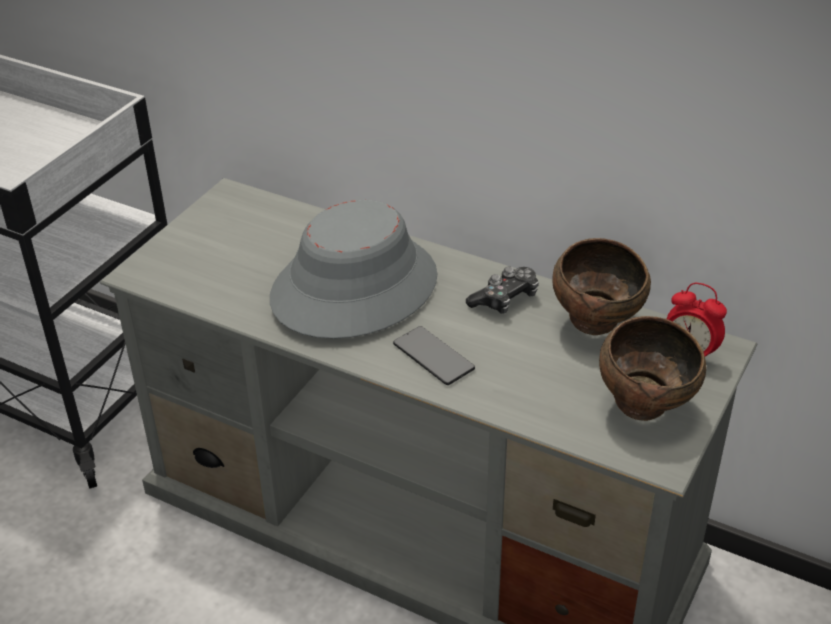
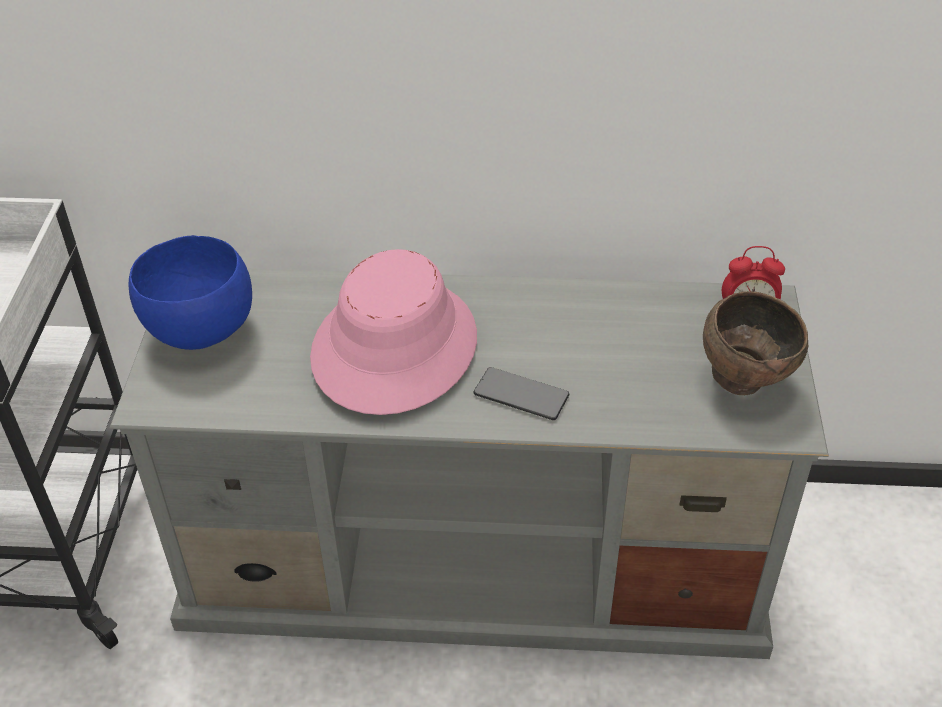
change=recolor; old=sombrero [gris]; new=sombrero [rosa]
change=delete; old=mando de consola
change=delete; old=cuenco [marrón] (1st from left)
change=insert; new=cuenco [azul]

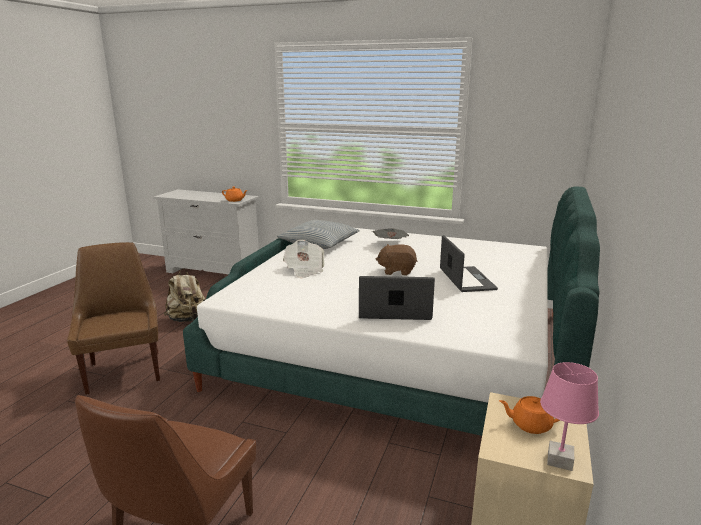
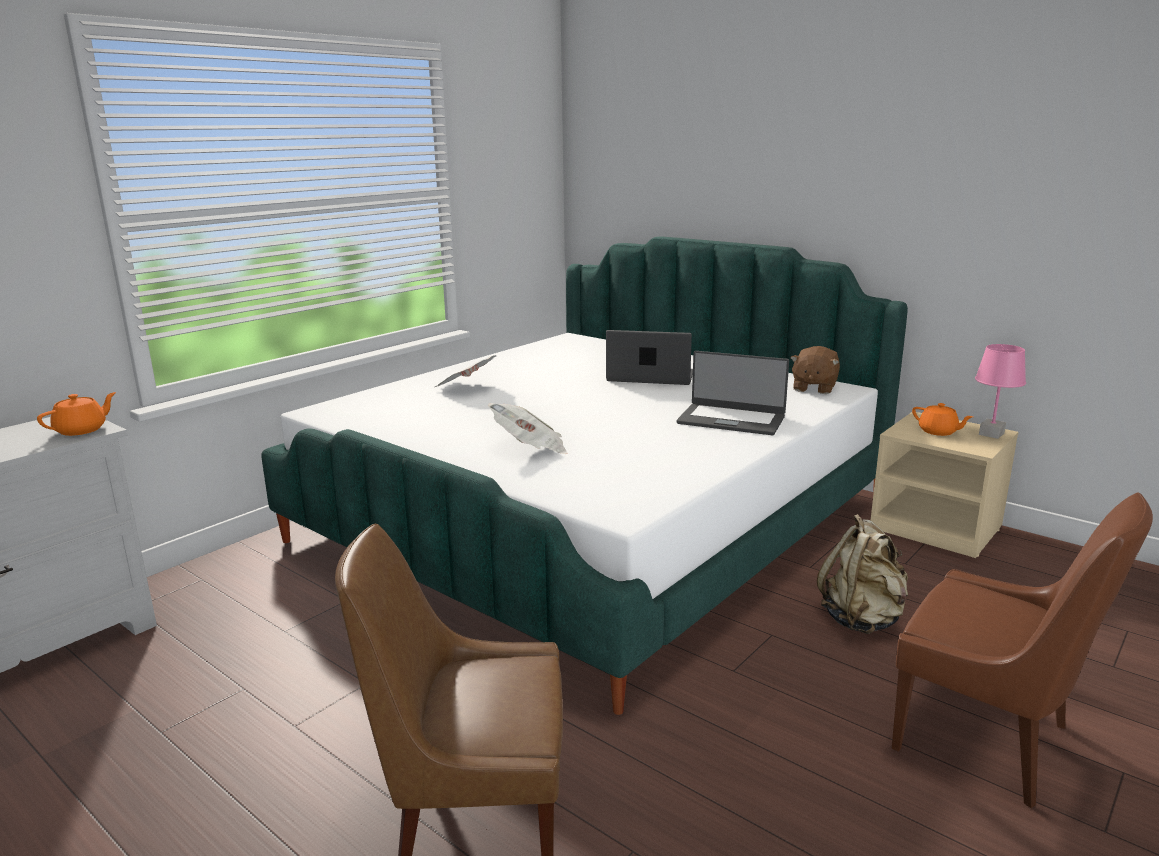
change=move; old=mochila [beis]
change=delete; old=cojín
change=rotate; old=portátil (1st from left in the first image); degrees=-90
change=move; old=peluche [marrón]
change=rotate; old=tetera [naranja] (2nd from left); degrees=-75

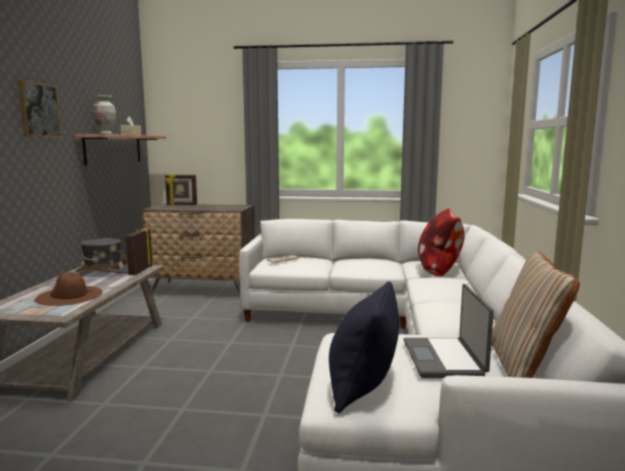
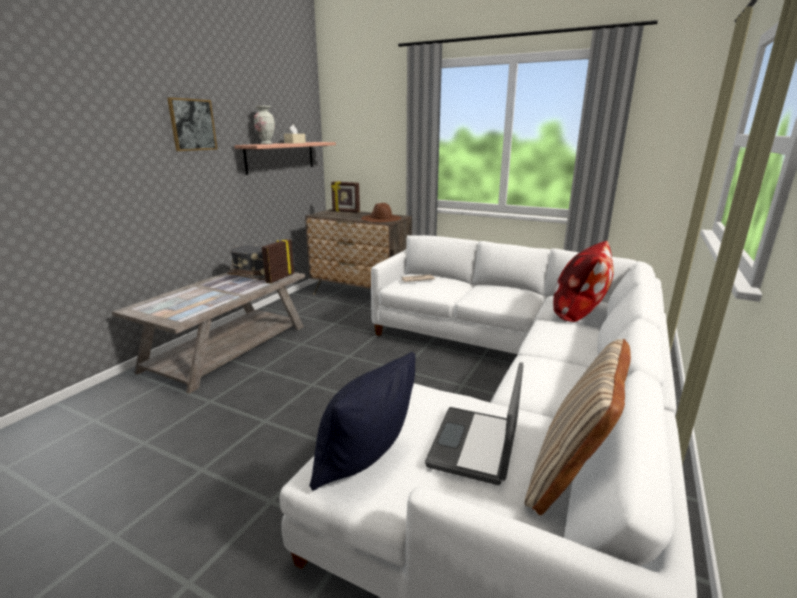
change=move; old=sombrero [marrón]

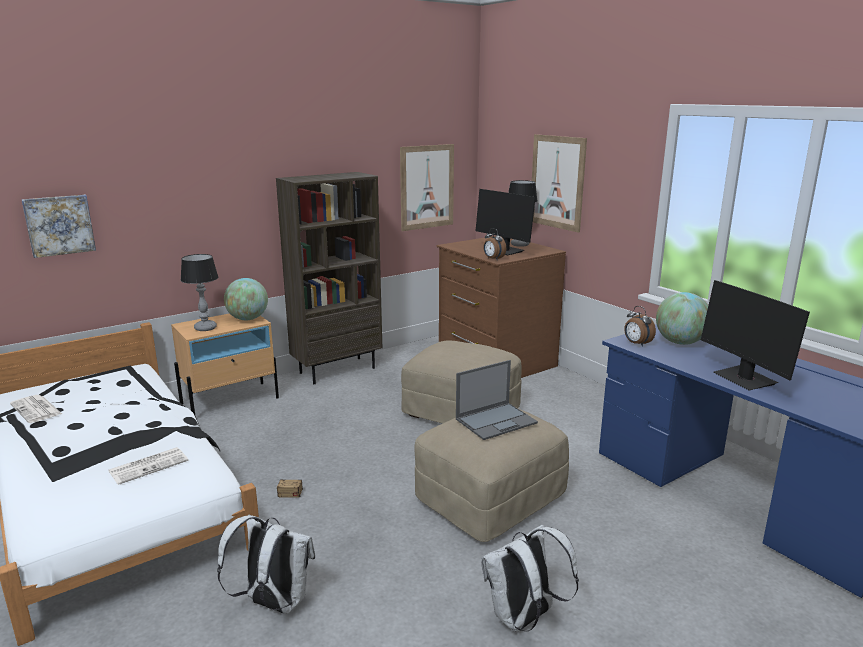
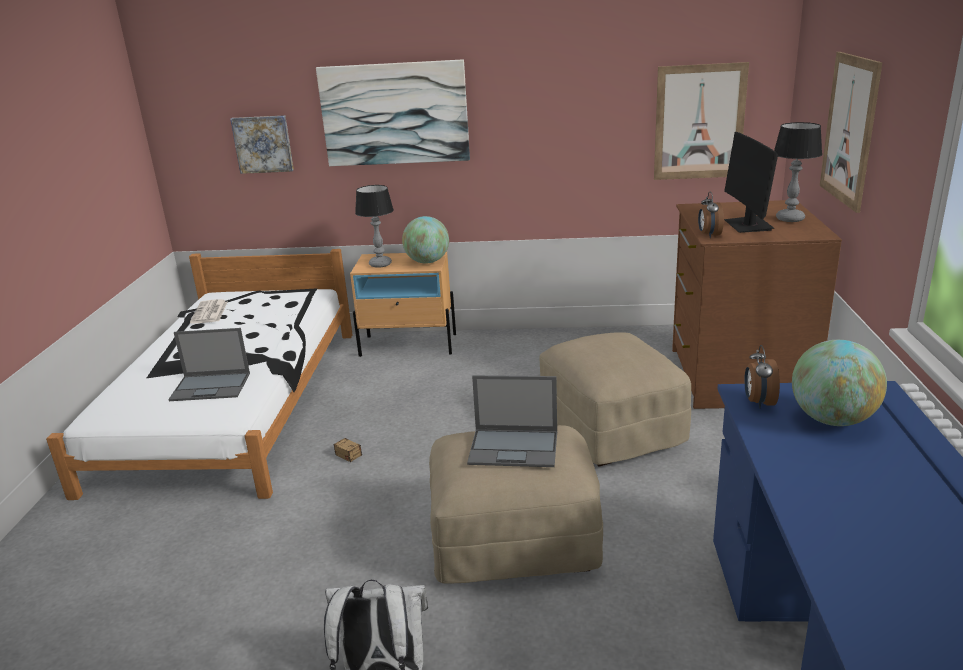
change=replace; old=periódico (2nd from left); new=portátil (1st from left)
change=delete; old=mochila [blanco] (1st from left)
change=delete; old=estantería [marrón]
change=delete; old=monitor (2nd from left)
change=insert; new=cuadro (2nd from left)

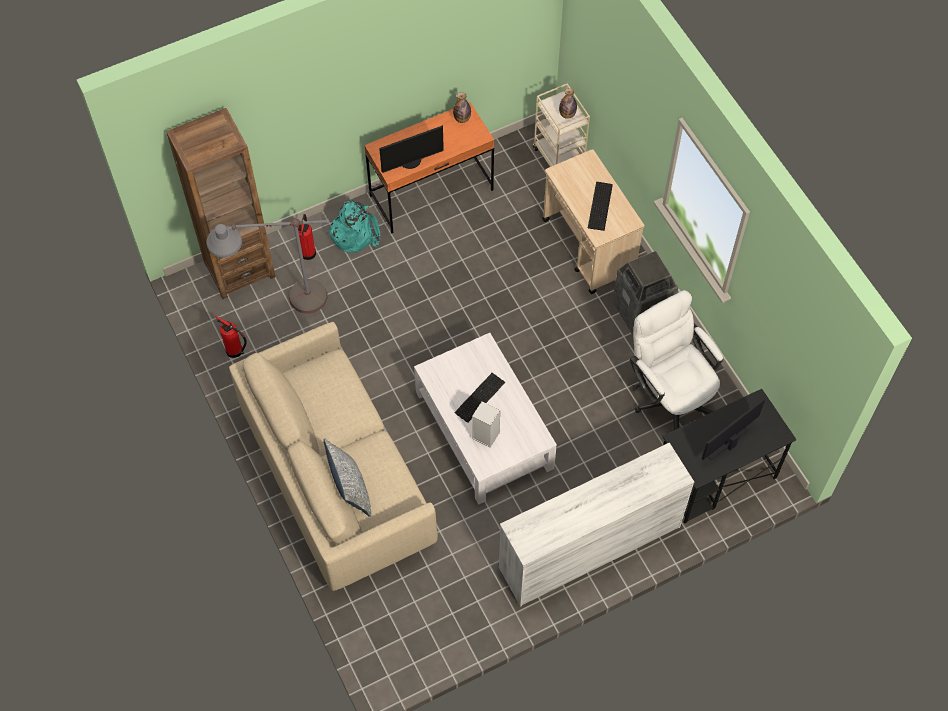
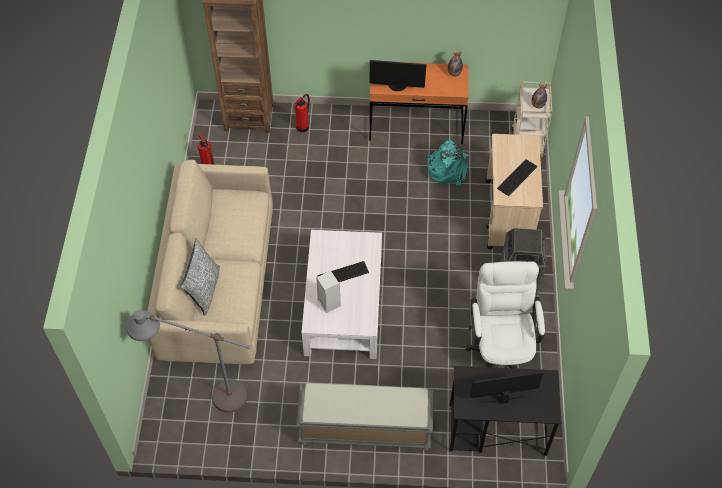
change=move; old=lámpara de pie [gris]
change=move; old=mochila [turquesa]
change=replace; old=cómoda [blanco]; new=banco [gris]

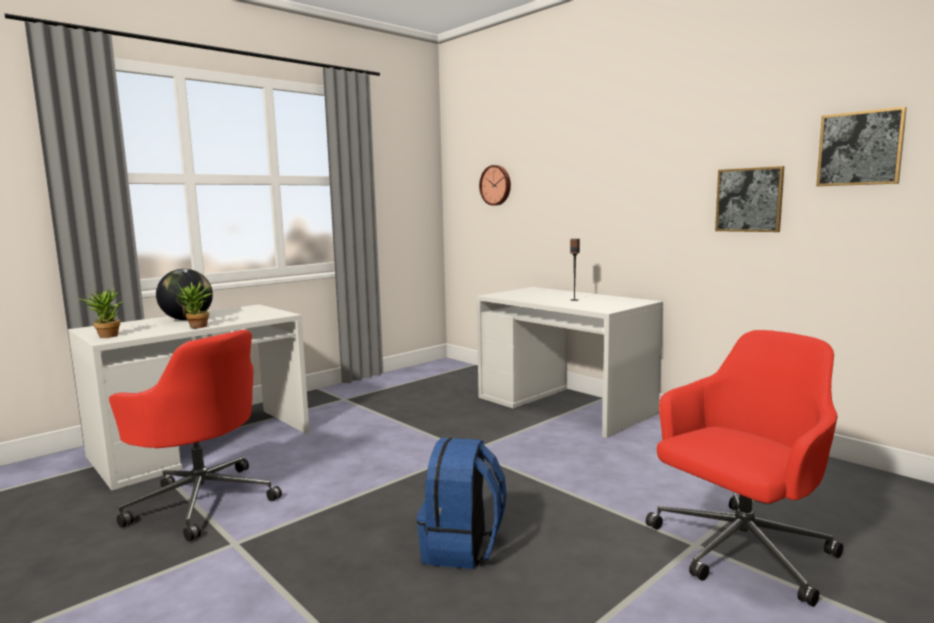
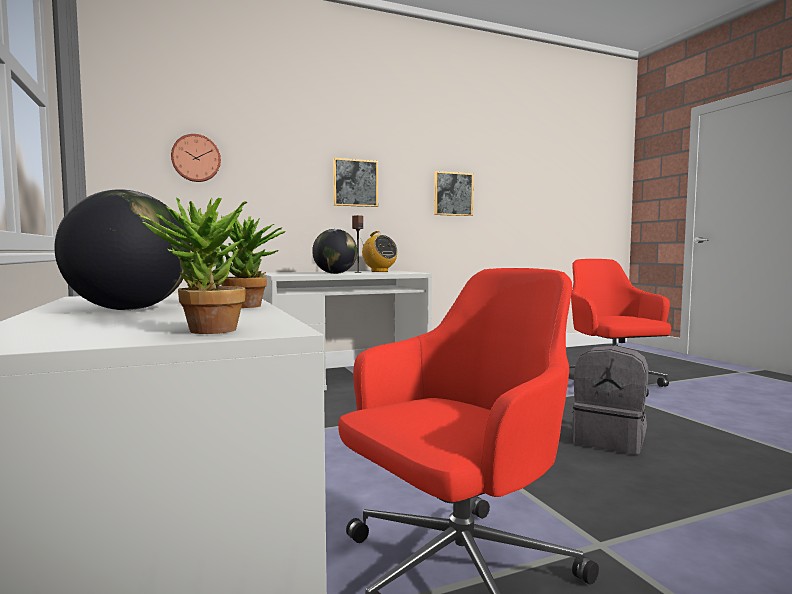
change=recolor; old=mochila [azul]; new=mochila [gris]
change=move; old=cuadro (2nd from left in the first image); new=cuadro (1st from left)
change=insert; new=globo terráqueo (2nd from left)
change=insert; new=radio

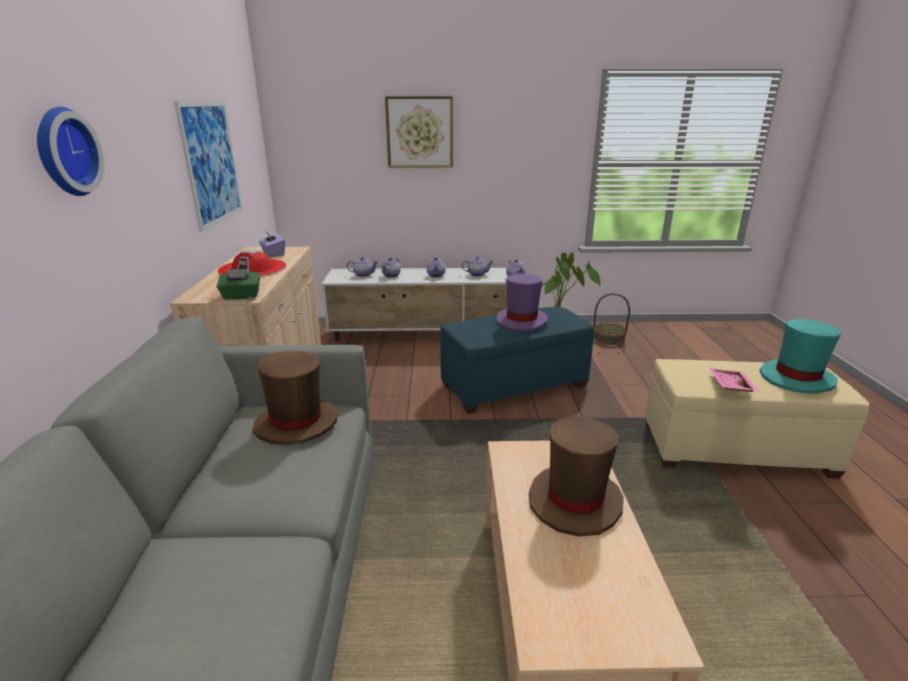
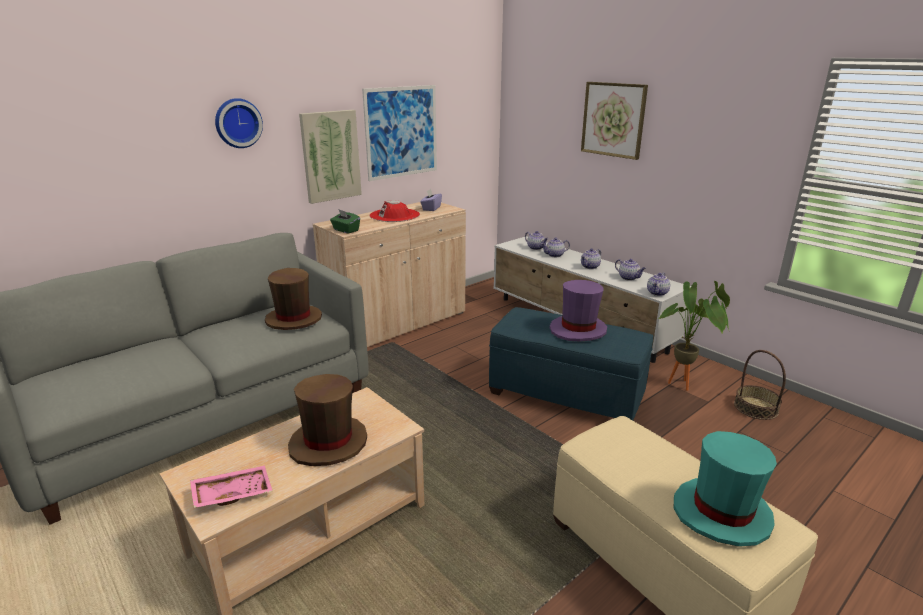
change=move; old=bandeja [rosa]
change=insert; new=cuadro (1st from left)

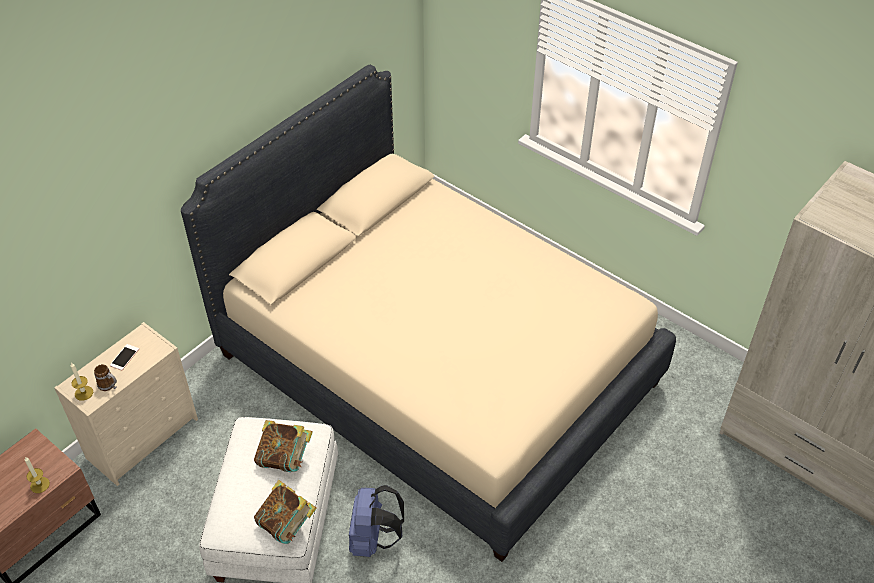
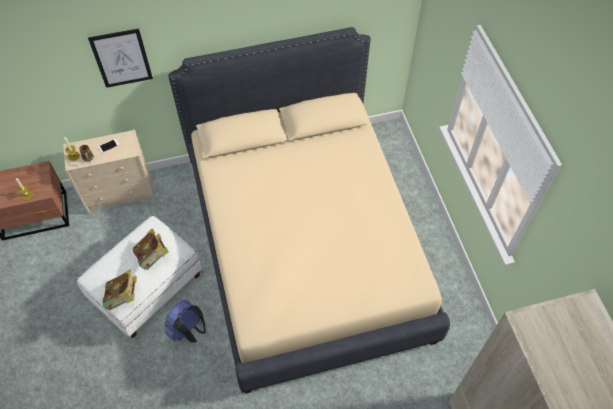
change=insert; new=cuadro

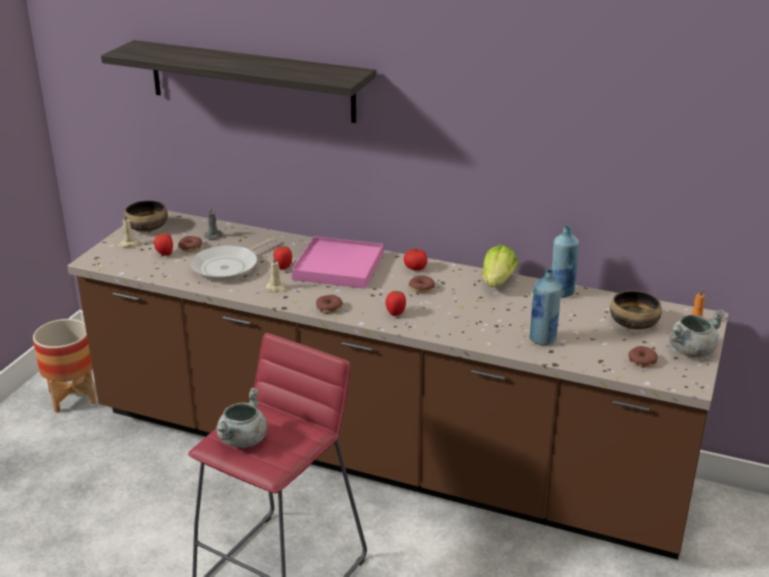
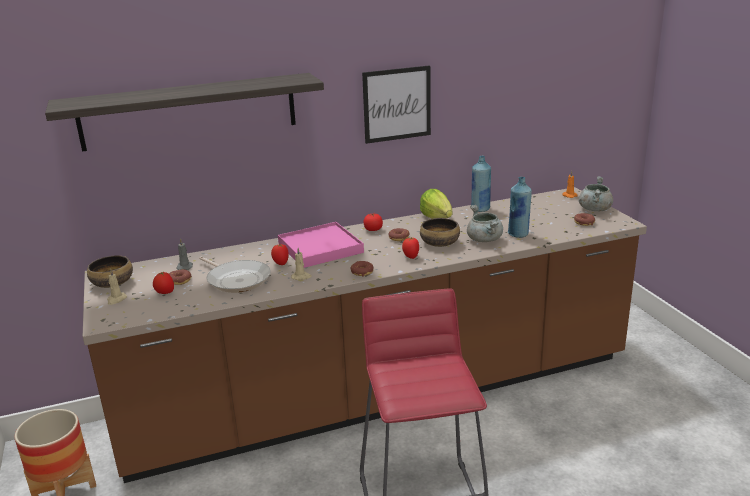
change=rotate; old=sartén; degrees=-45
change=move; old=olla [gris] (1st from left)
change=move; old=cuenco (2nd from left)
change=insert; new=cuadro

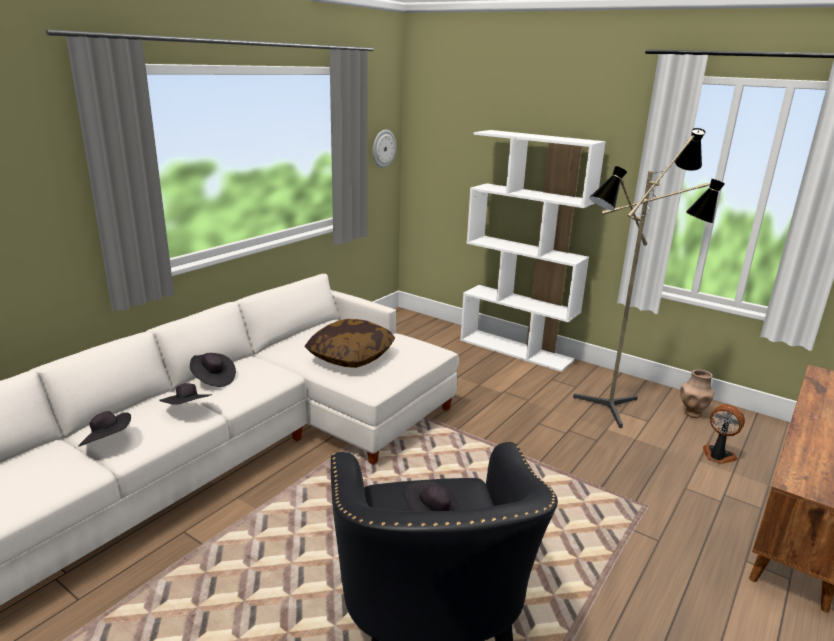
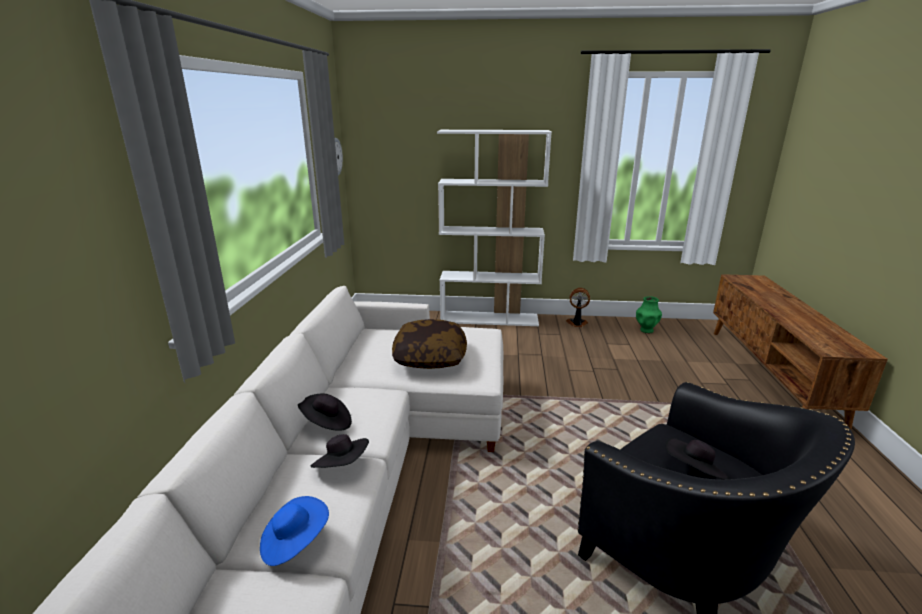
change=recolor; old=sombrero [negro] (1st from left); new=sombrero [azul]
change=delete; old=lámpara de pie
change=recolor; old=florero [marrón]; new=florero [verde]
change=move; old=ventilador

